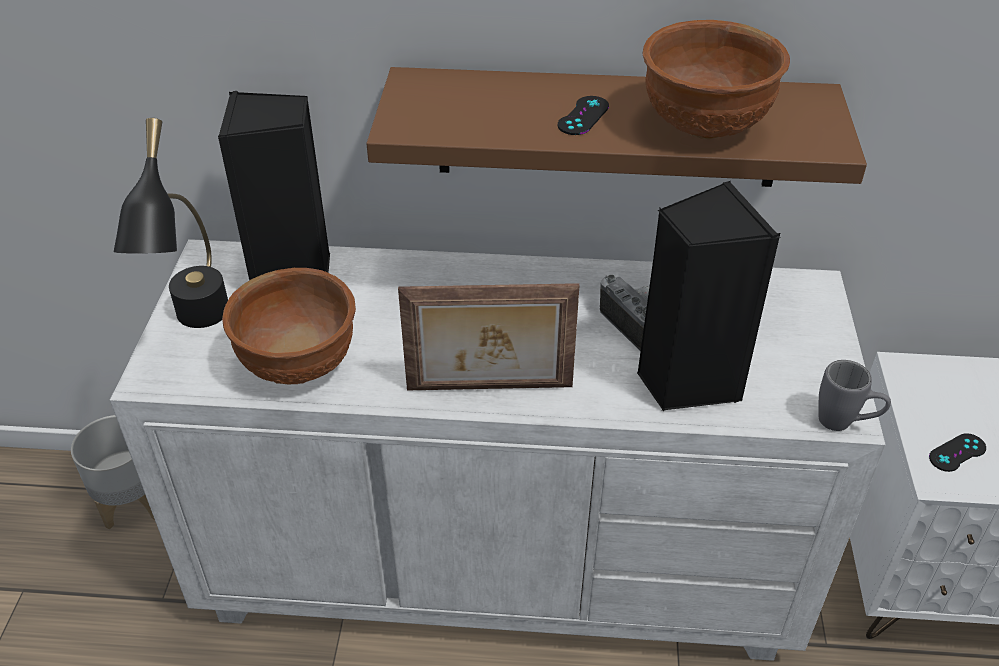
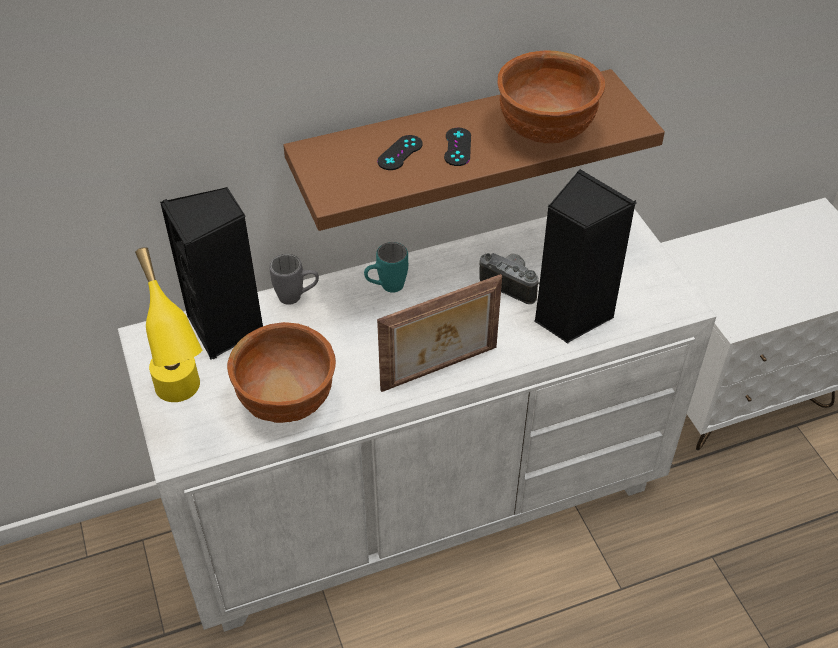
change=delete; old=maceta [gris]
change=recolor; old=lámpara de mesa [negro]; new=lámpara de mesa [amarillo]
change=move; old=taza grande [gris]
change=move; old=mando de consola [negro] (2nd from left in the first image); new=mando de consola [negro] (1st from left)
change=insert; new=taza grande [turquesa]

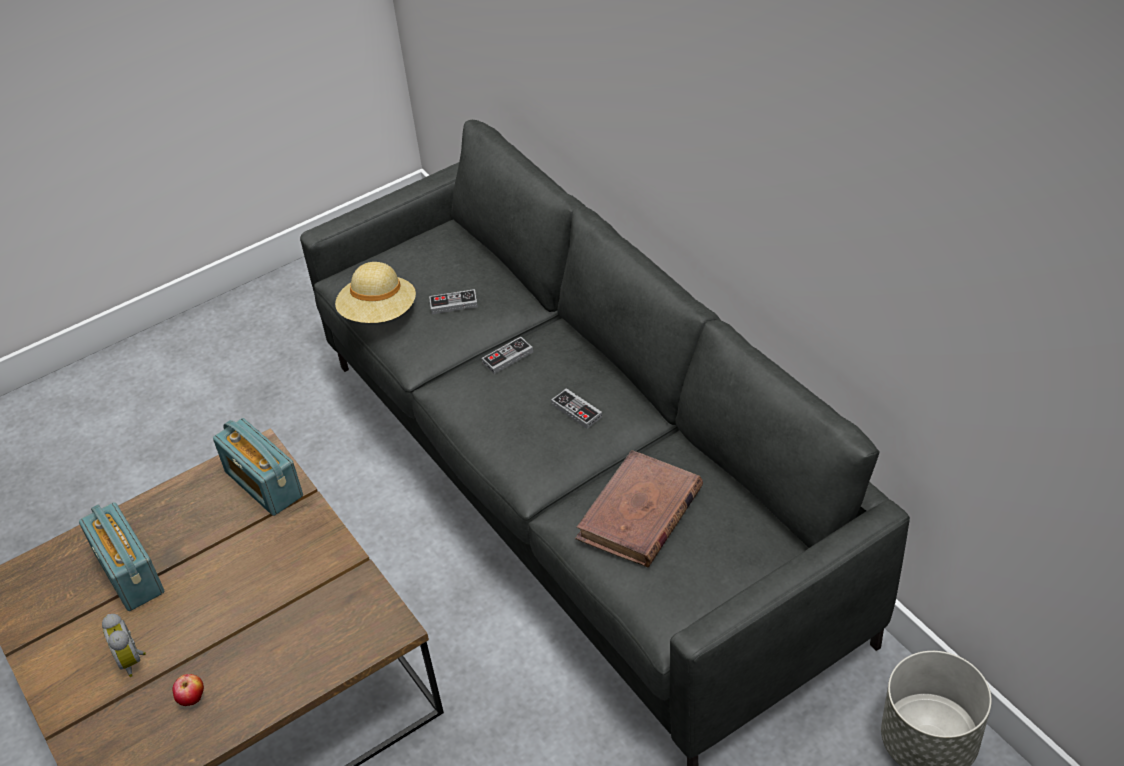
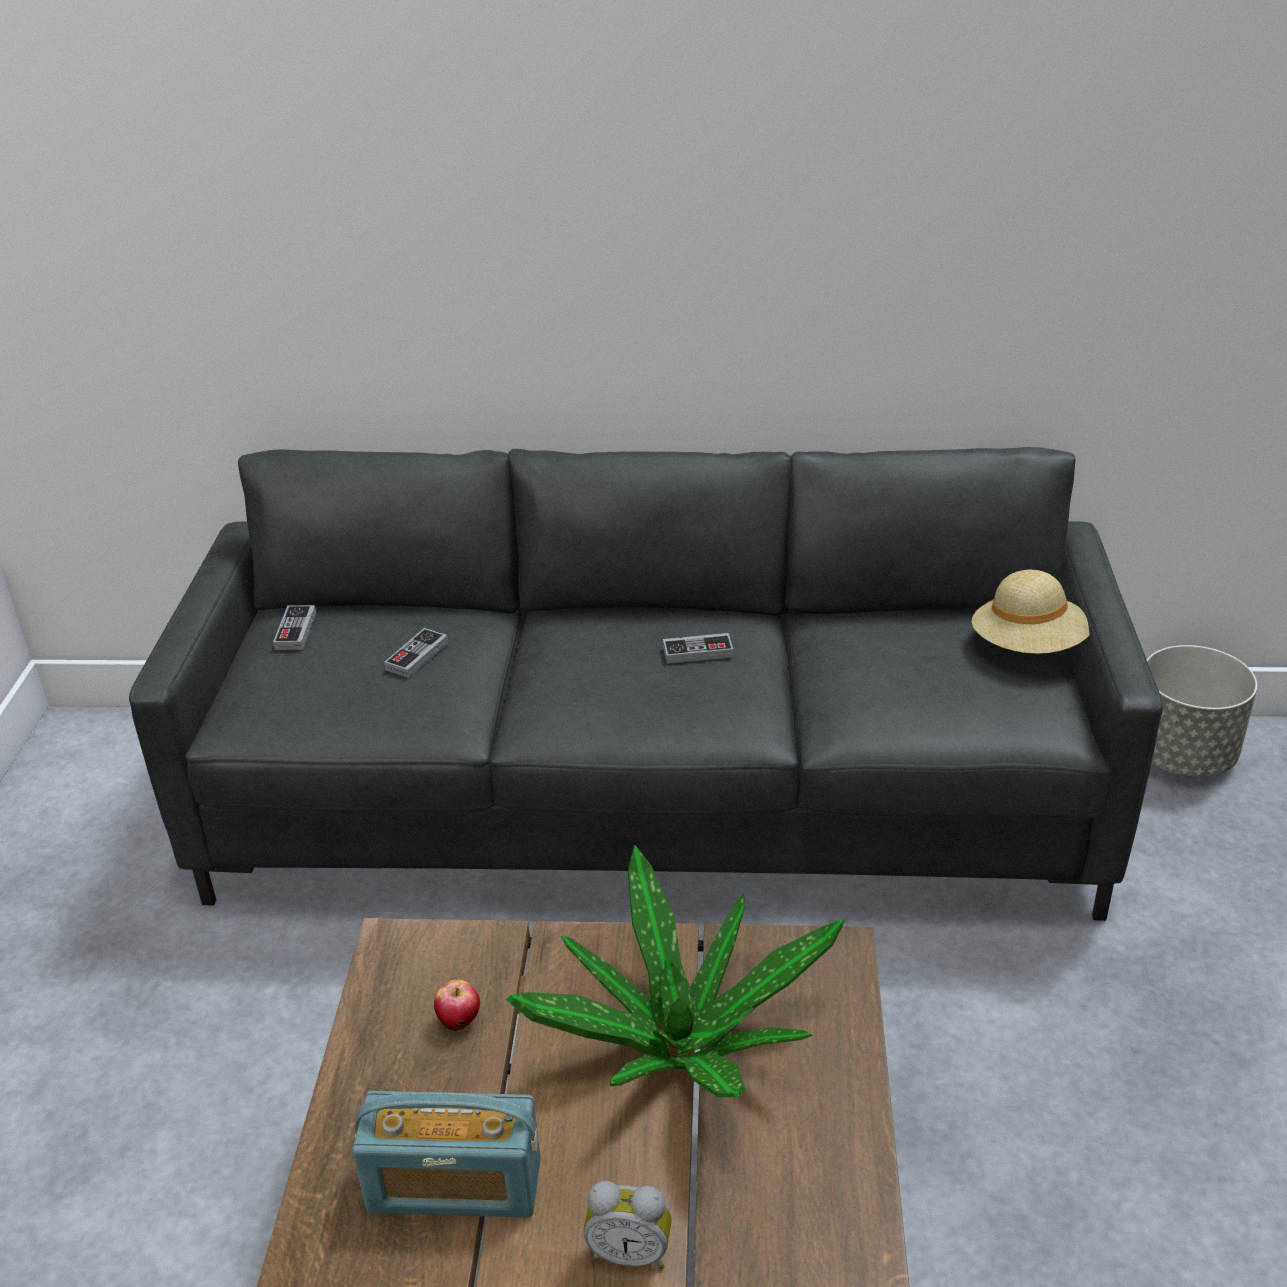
change=move; old=manzana
change=delete; old=radio (2nd from left)
change=move; old=sombrero [beis]
change=move; old=mando de consola (2nd from left in the first image); new=mando de consola (1st from left)
change=delete; old=libro [marrón]
change=insert; new=planta en maceta

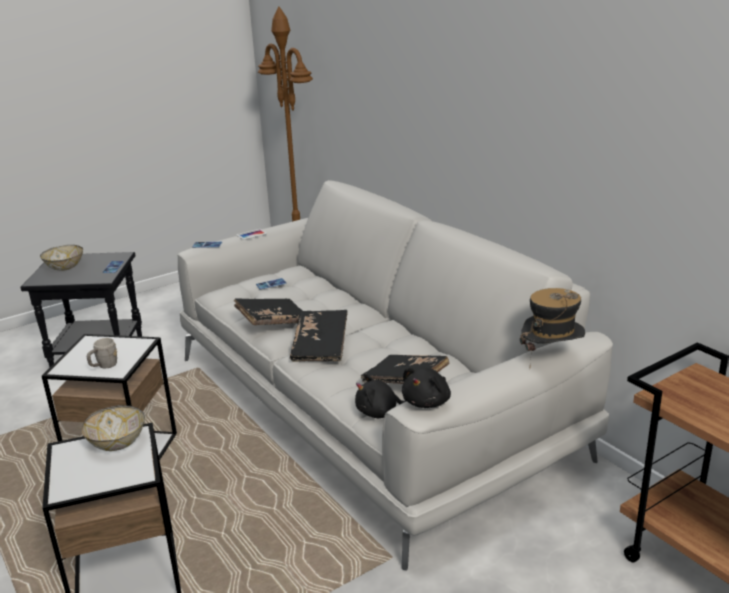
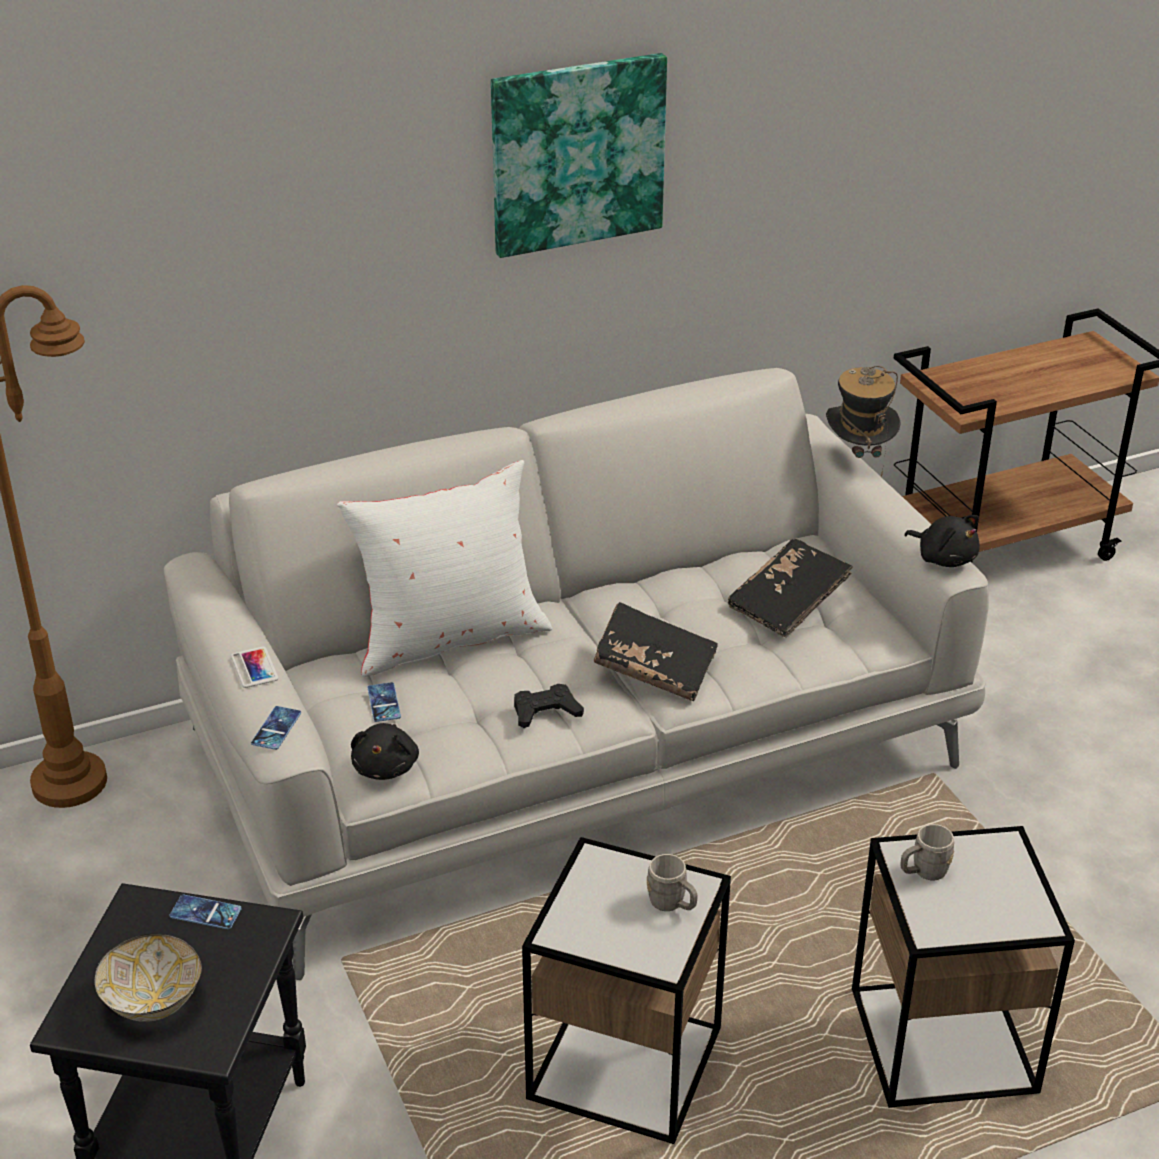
change=replace; old=cuenco (2nd from left); new=taza grande [gris] (2nd from left)
change=replace; old=libro [negro] (1st from left); new=mando de consola [negro]
change=move; old=peluche [negro] (1st from left)
change=insert; new=cojín [blanco]
change=insert; new=cuadro

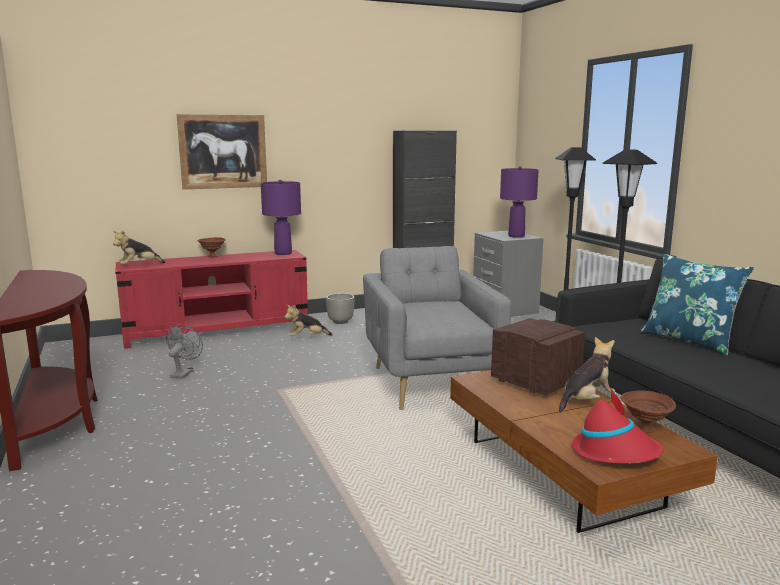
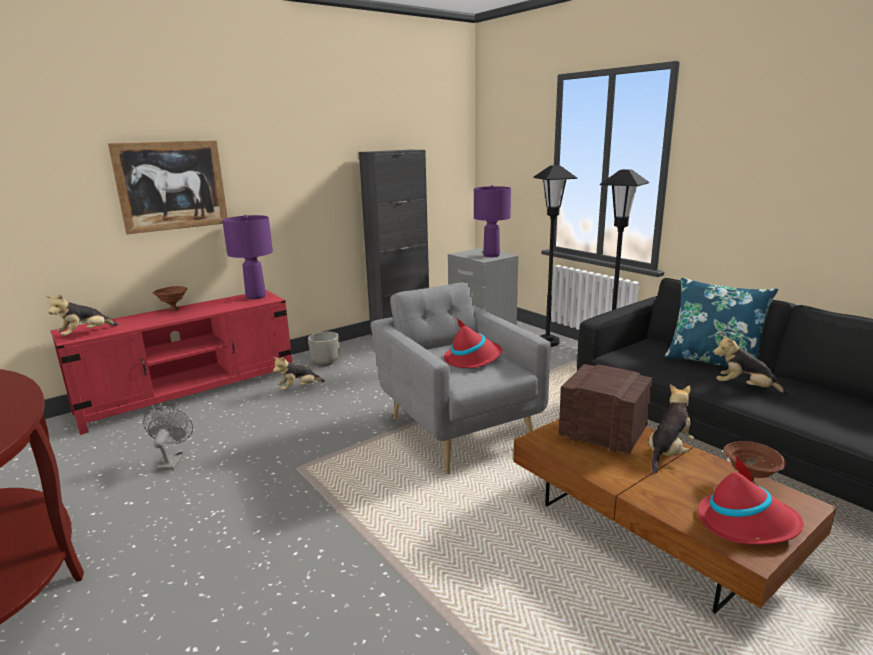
change=insert; new=sombrero [rojo] (1st from left)
change=insert; new=peluche (4th from left)

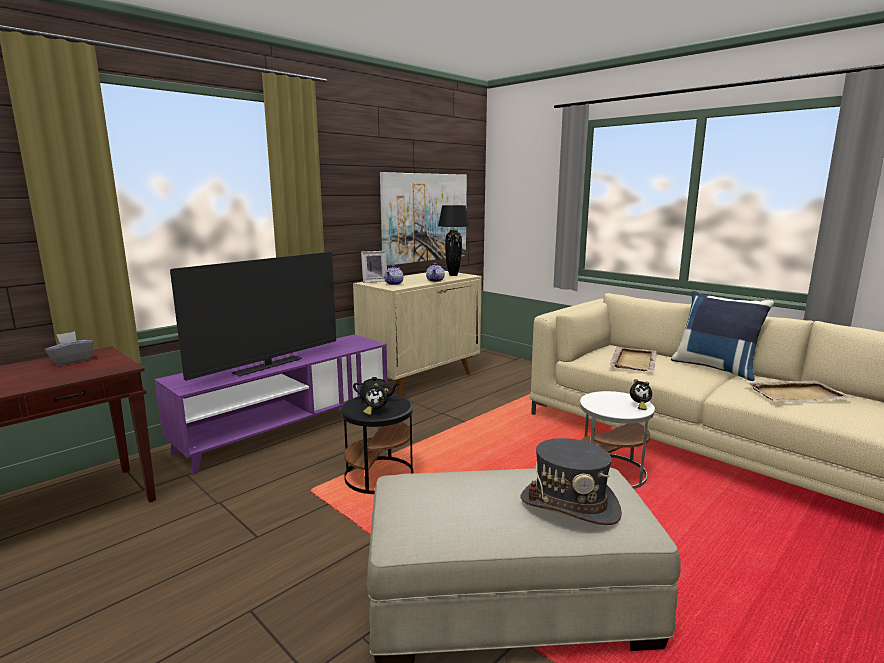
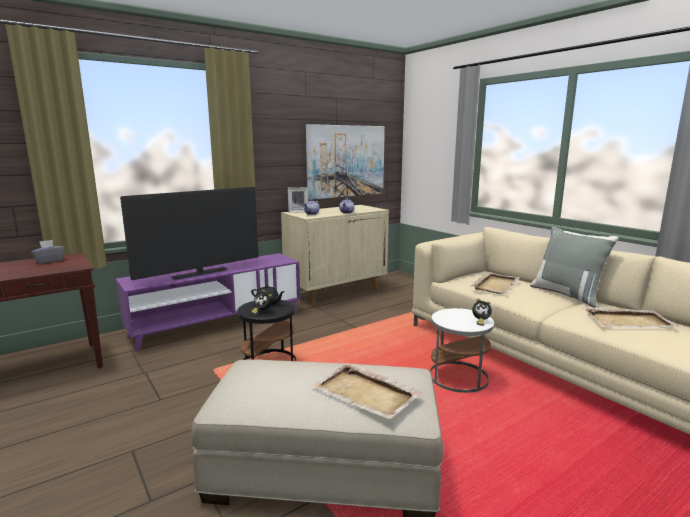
change=delete; old=lámpara de mesa [negro]
change=replace; old=sombrero [gris]; new=bandeja [beis] (1st from left)
change=recolor; old=cojín [azul]; new=cojín [gris]

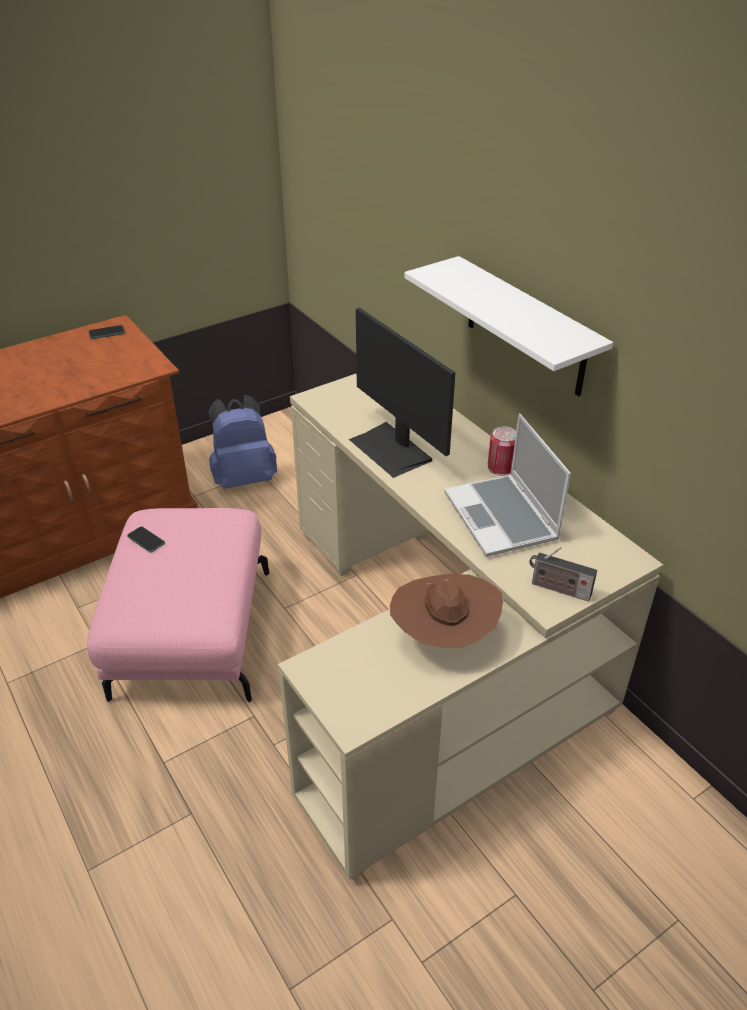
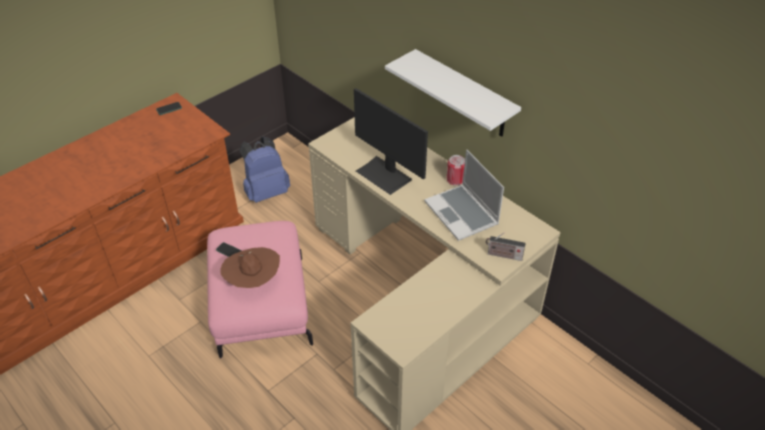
change=move; old=sombrero [marrón]

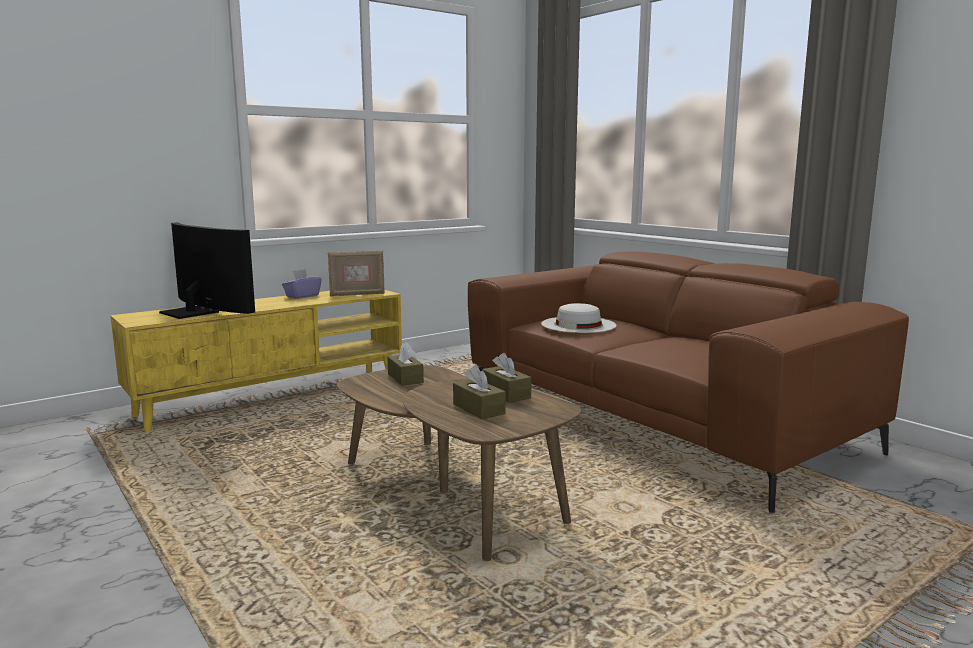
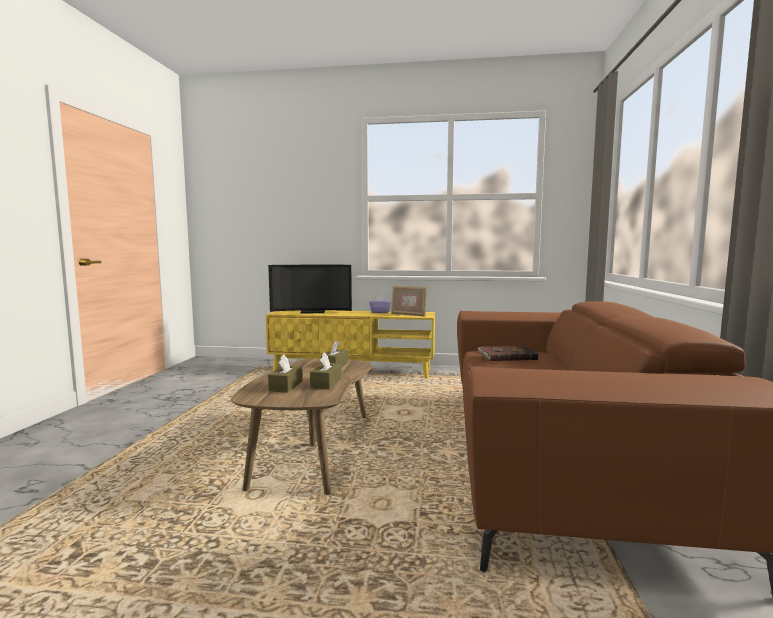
change=rotate; old=televisor; degrees=90
change=replace; old=sombrero [blanco]; new=libro [marrón]

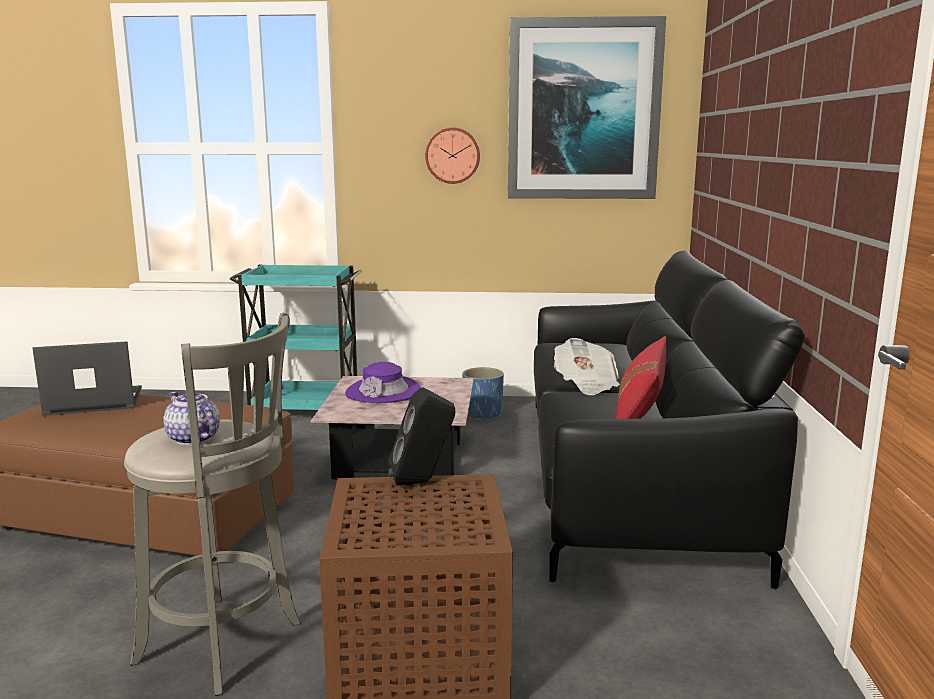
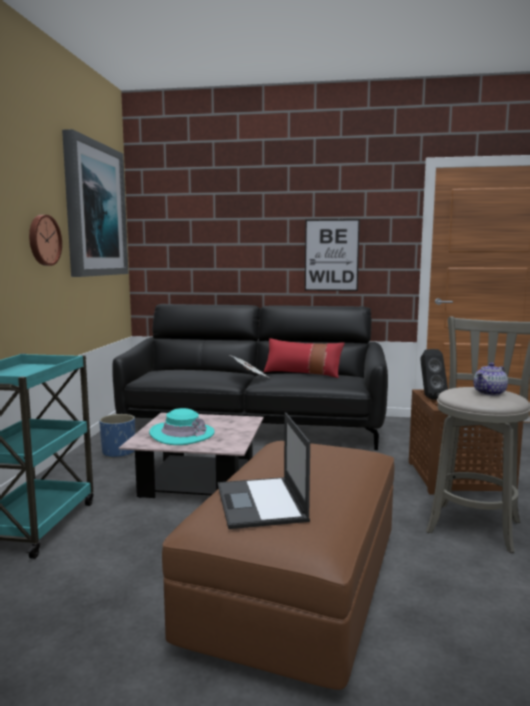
change=recolor; old=sombrero [morado]; new=sombrero [turquesa]
change=insert; new=cuadro (2nd from left)

